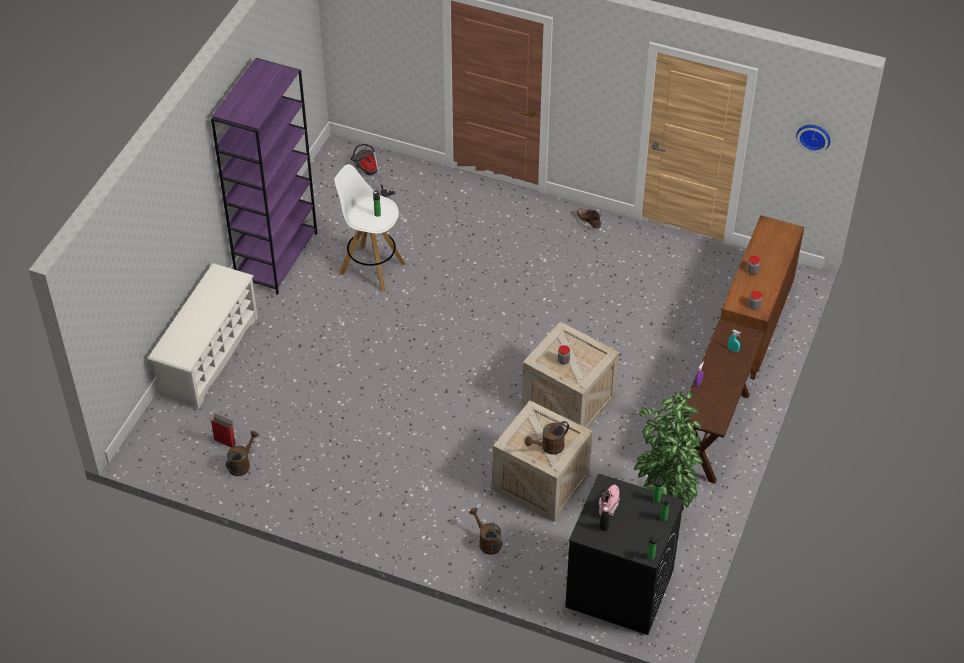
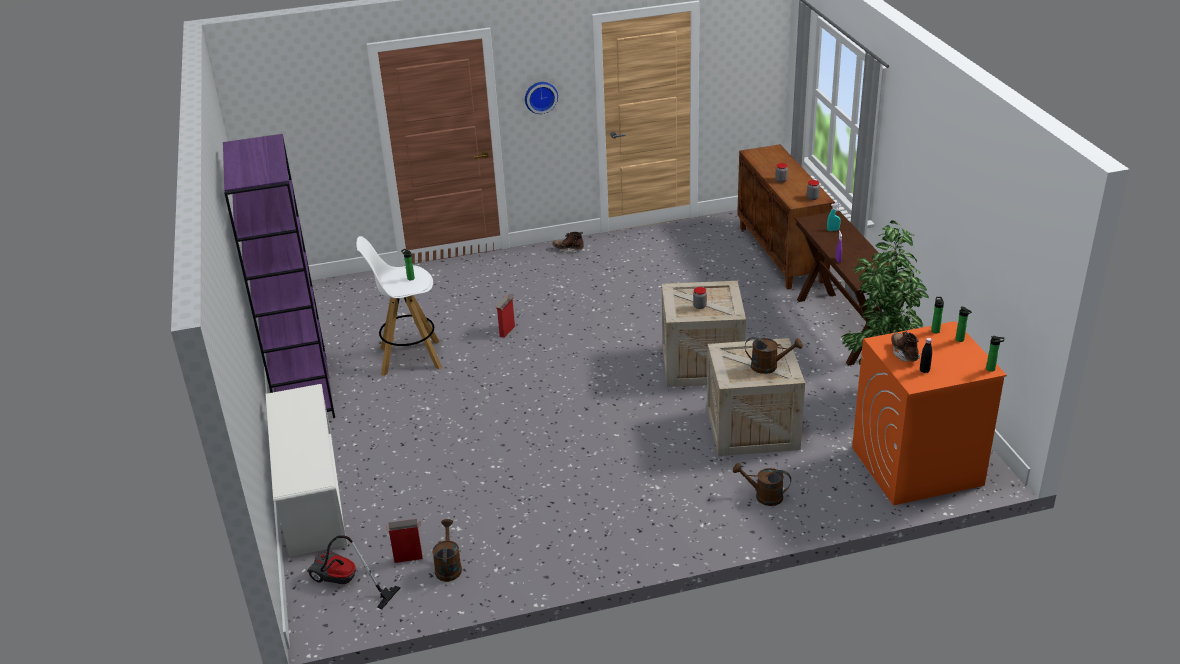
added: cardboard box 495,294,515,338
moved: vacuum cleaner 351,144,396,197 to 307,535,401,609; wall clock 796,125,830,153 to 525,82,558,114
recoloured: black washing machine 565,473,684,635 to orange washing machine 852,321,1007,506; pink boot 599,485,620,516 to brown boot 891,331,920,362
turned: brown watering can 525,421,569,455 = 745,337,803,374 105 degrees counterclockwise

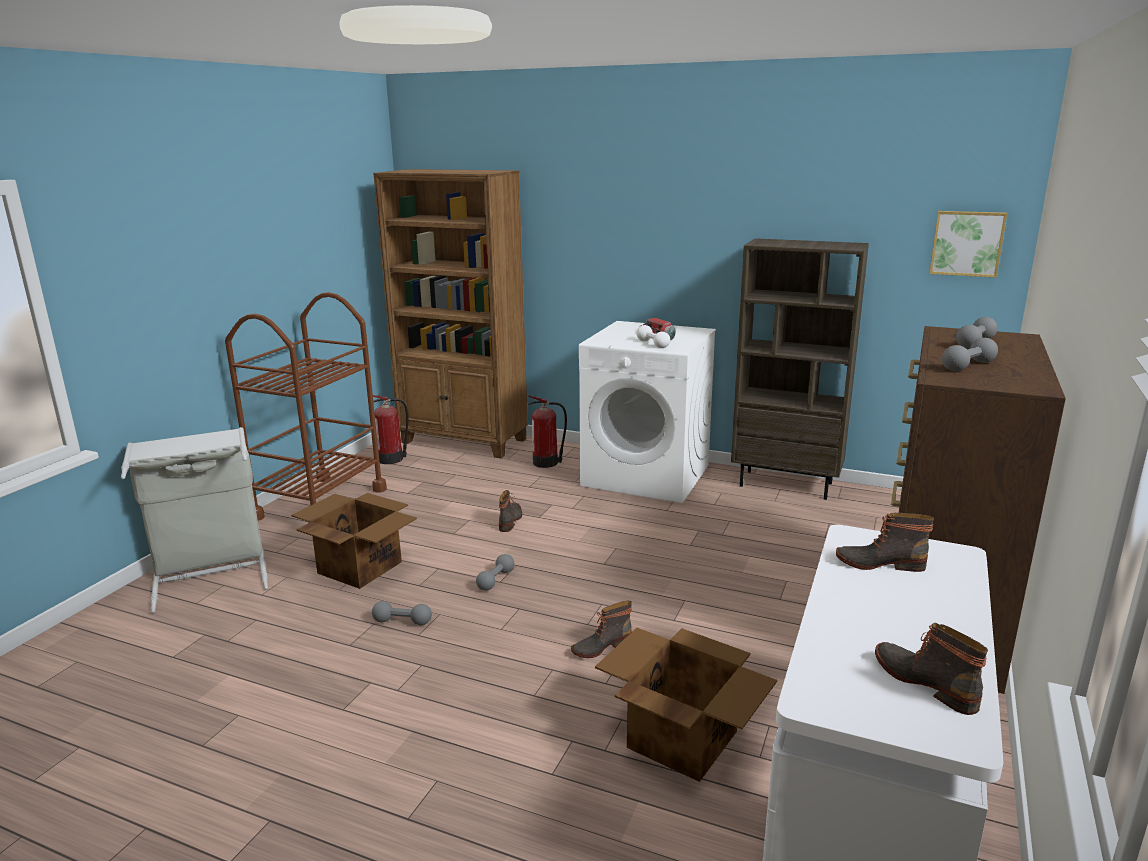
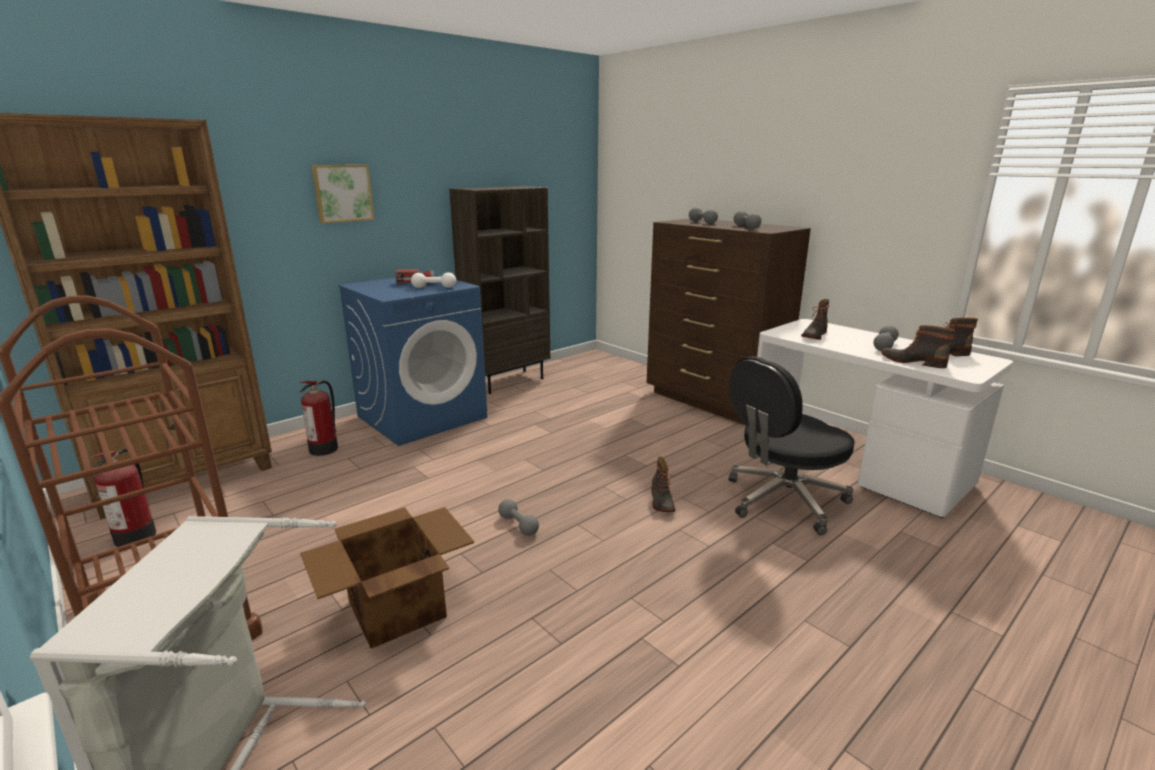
moved: picture 929,211,1007,278 to 312,165,374,223; grey dumbbell 372,601,432,625 to 873,326,899,351; boot 499,490,522,532 to 881,325,955,368
replaced: cardboard box 595,628,777,782 to black office chair 729,356,854,535
recoloured: white washing machine 579,321,716,503 to blue washing machine 338,274,488,446

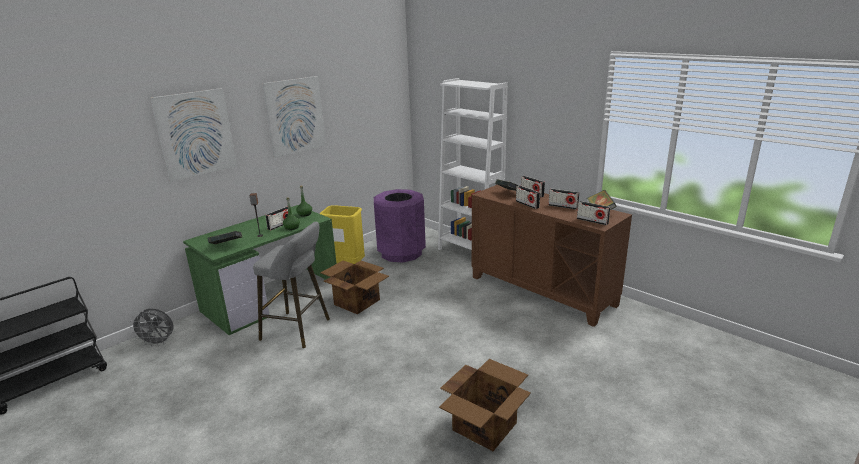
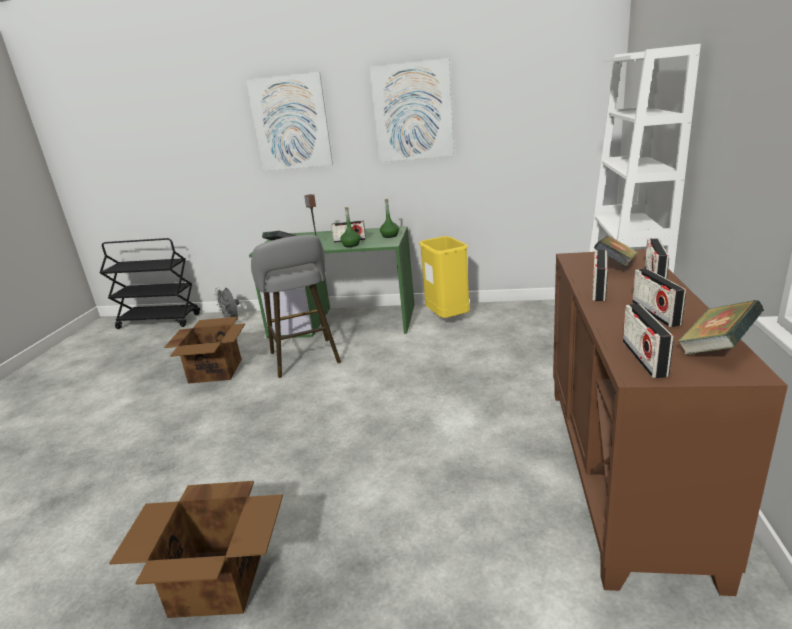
removed: purple trash can 374,189,426,263
moved: cardboard box 320,261,389,314 to 164,317,245,384

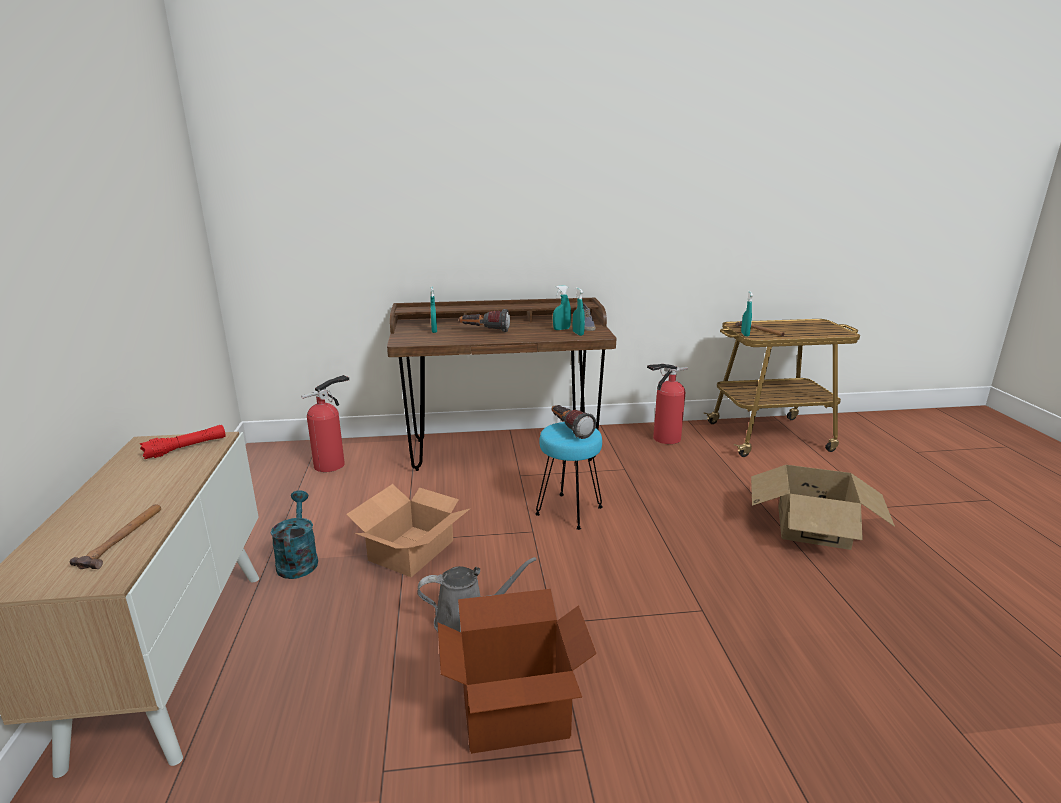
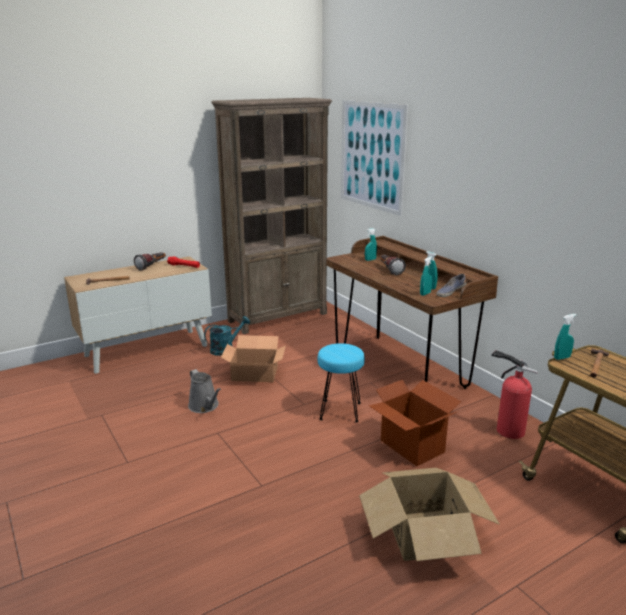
removed: fire extinguisher 301,375,349,472
added: brown bookcase 211,98,332,334; picture 341,100,408,216
moved: flashlight 552,405,596,439 to 134,252,166,271; cardboard box 438,589,596,754 to 369,380,461,466

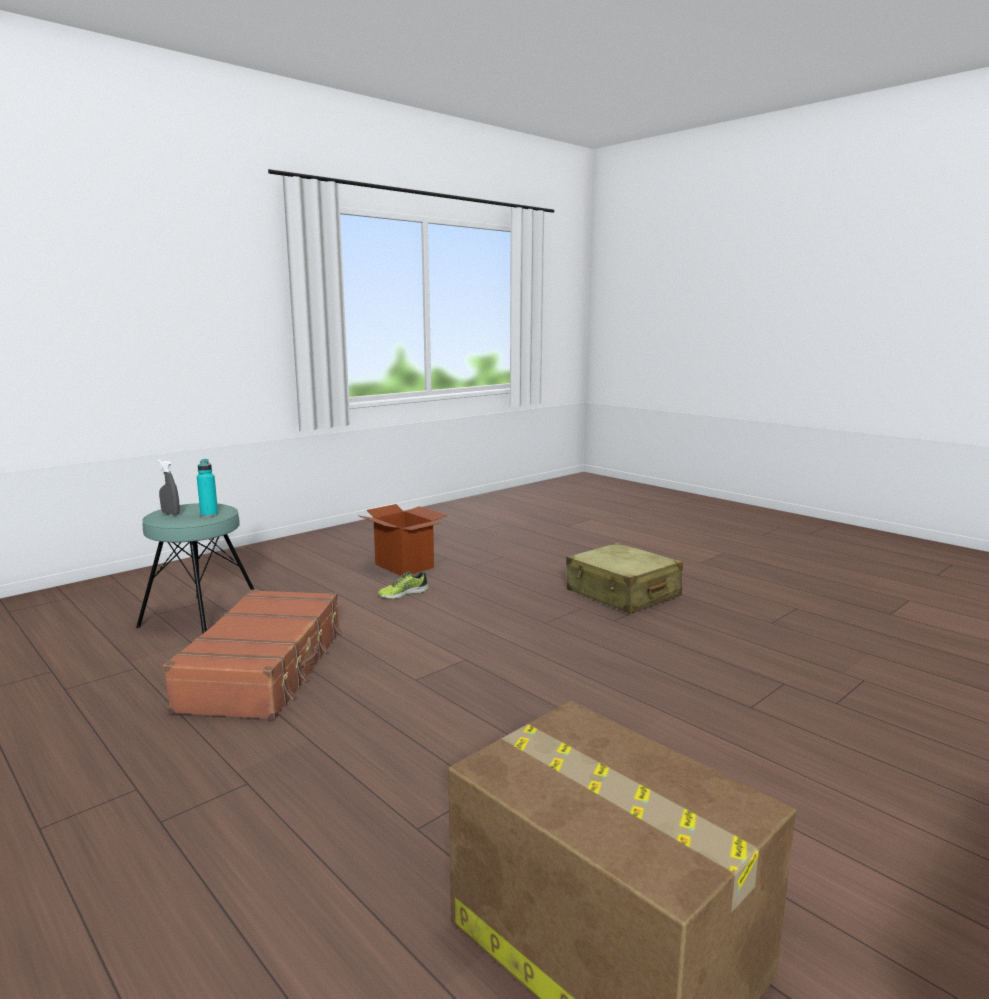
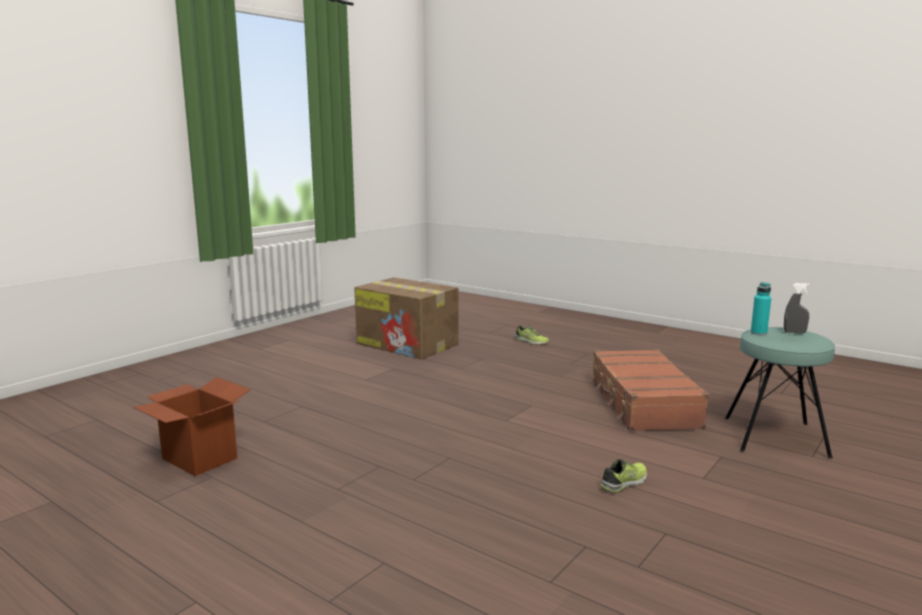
removed: beige suitcase 566,543,683,614
added: shoe 515,325,549,345
moved: cardboard box 359,504,448,576 to 133,377,251,476

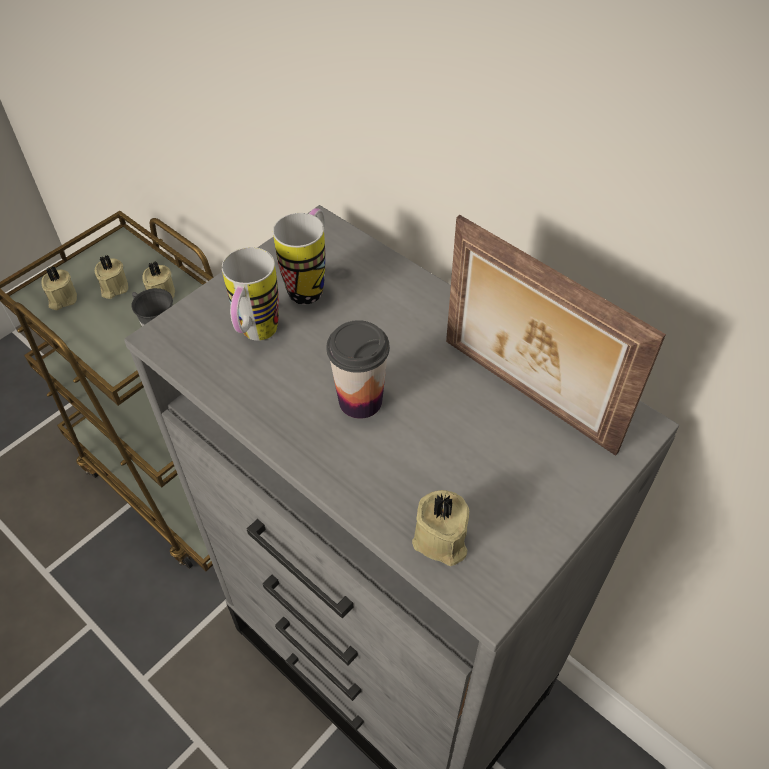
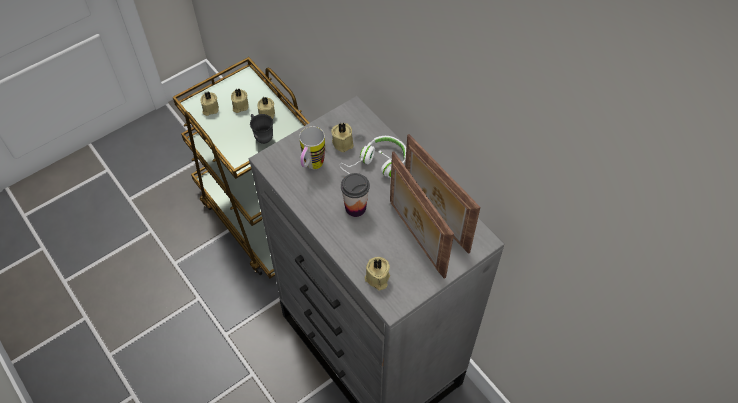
added: white headphones 340,136,406,178; picture frame 390,151,454,279
replaced: mug 273,208,326,305 to beige candle 331,122,354,152

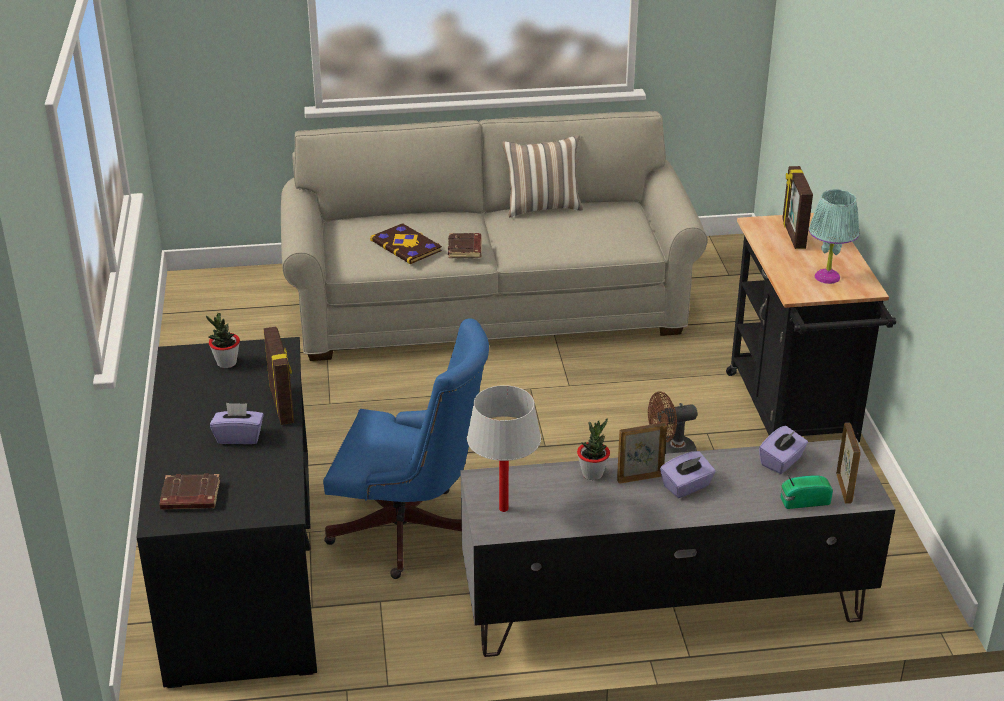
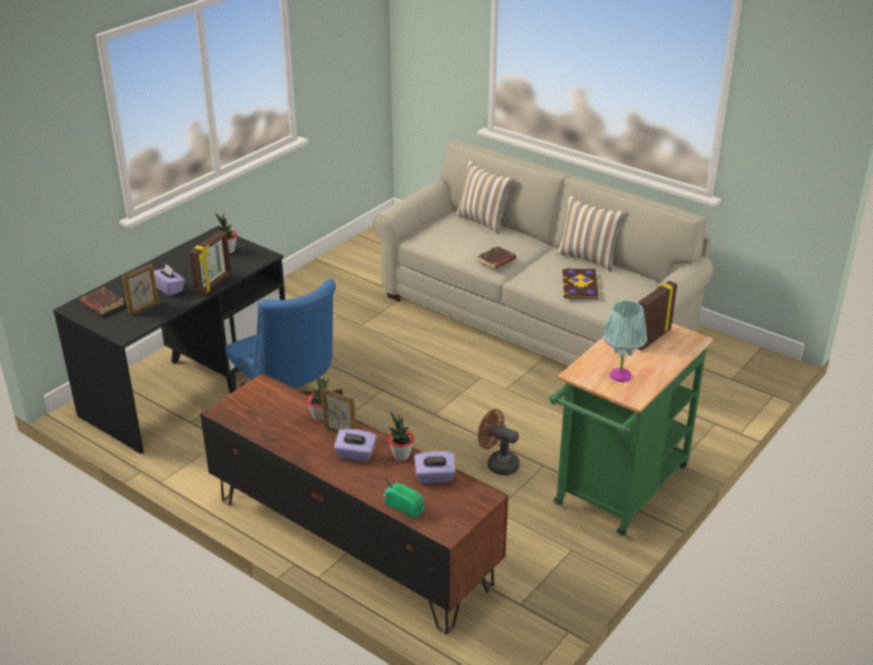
removed: white table lamp 467,385,541,512
added: potted plant 388,411,414,461; pillow 456,160,515,235
moved: picture frame 836,423,861,504 to 122,264,159,315; book 370,223,442,264 to 562,268,601,299
recoloured: grey tv stand 460,438,896,657 to brown tv stand 200,373,508,634; black cart 726,213,896,443 to green cart 549,323,713,536

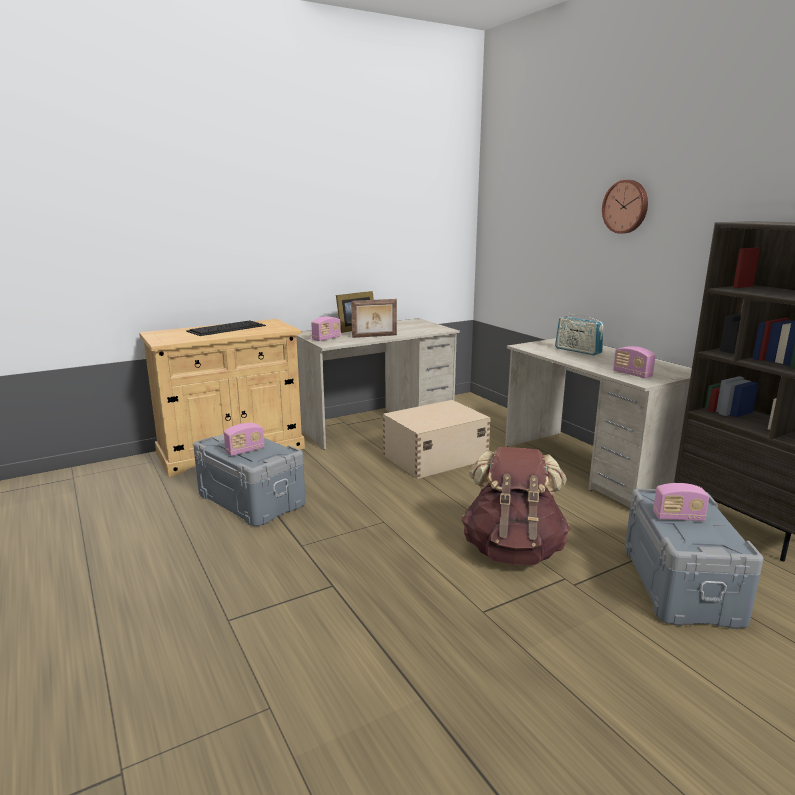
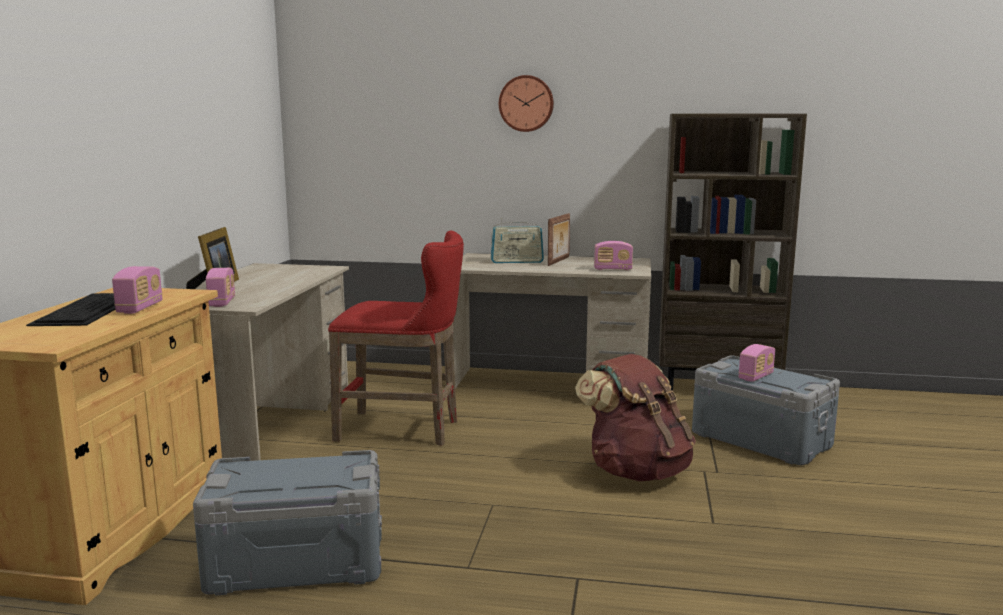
moved: radio 224,423,264,456 to 112,266,163,314; picture frame 351,299,397,338 to 548,213,570,266
replaced: beige storage box 383,400,491,479 to red stool 328,230,464,446

